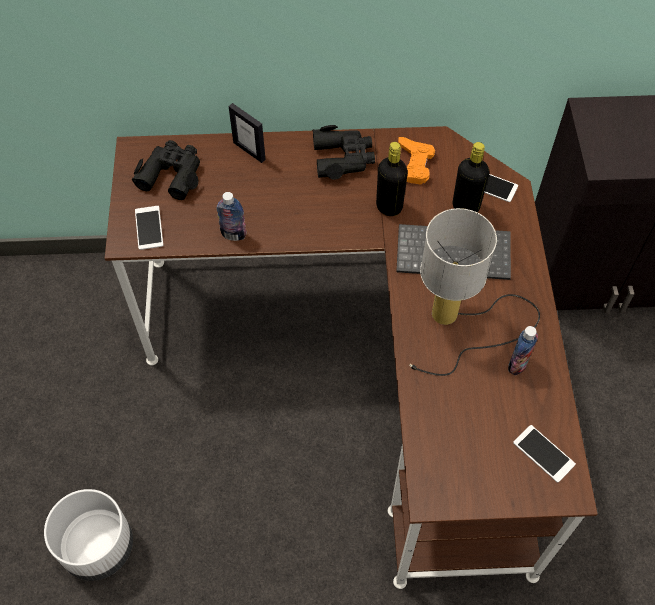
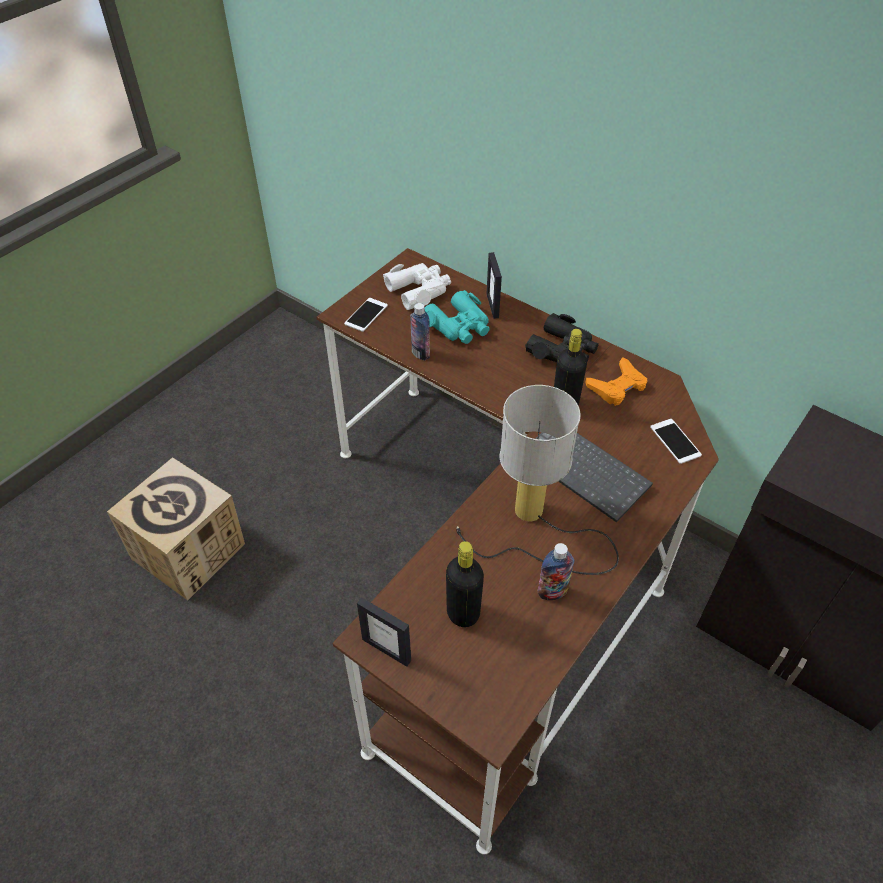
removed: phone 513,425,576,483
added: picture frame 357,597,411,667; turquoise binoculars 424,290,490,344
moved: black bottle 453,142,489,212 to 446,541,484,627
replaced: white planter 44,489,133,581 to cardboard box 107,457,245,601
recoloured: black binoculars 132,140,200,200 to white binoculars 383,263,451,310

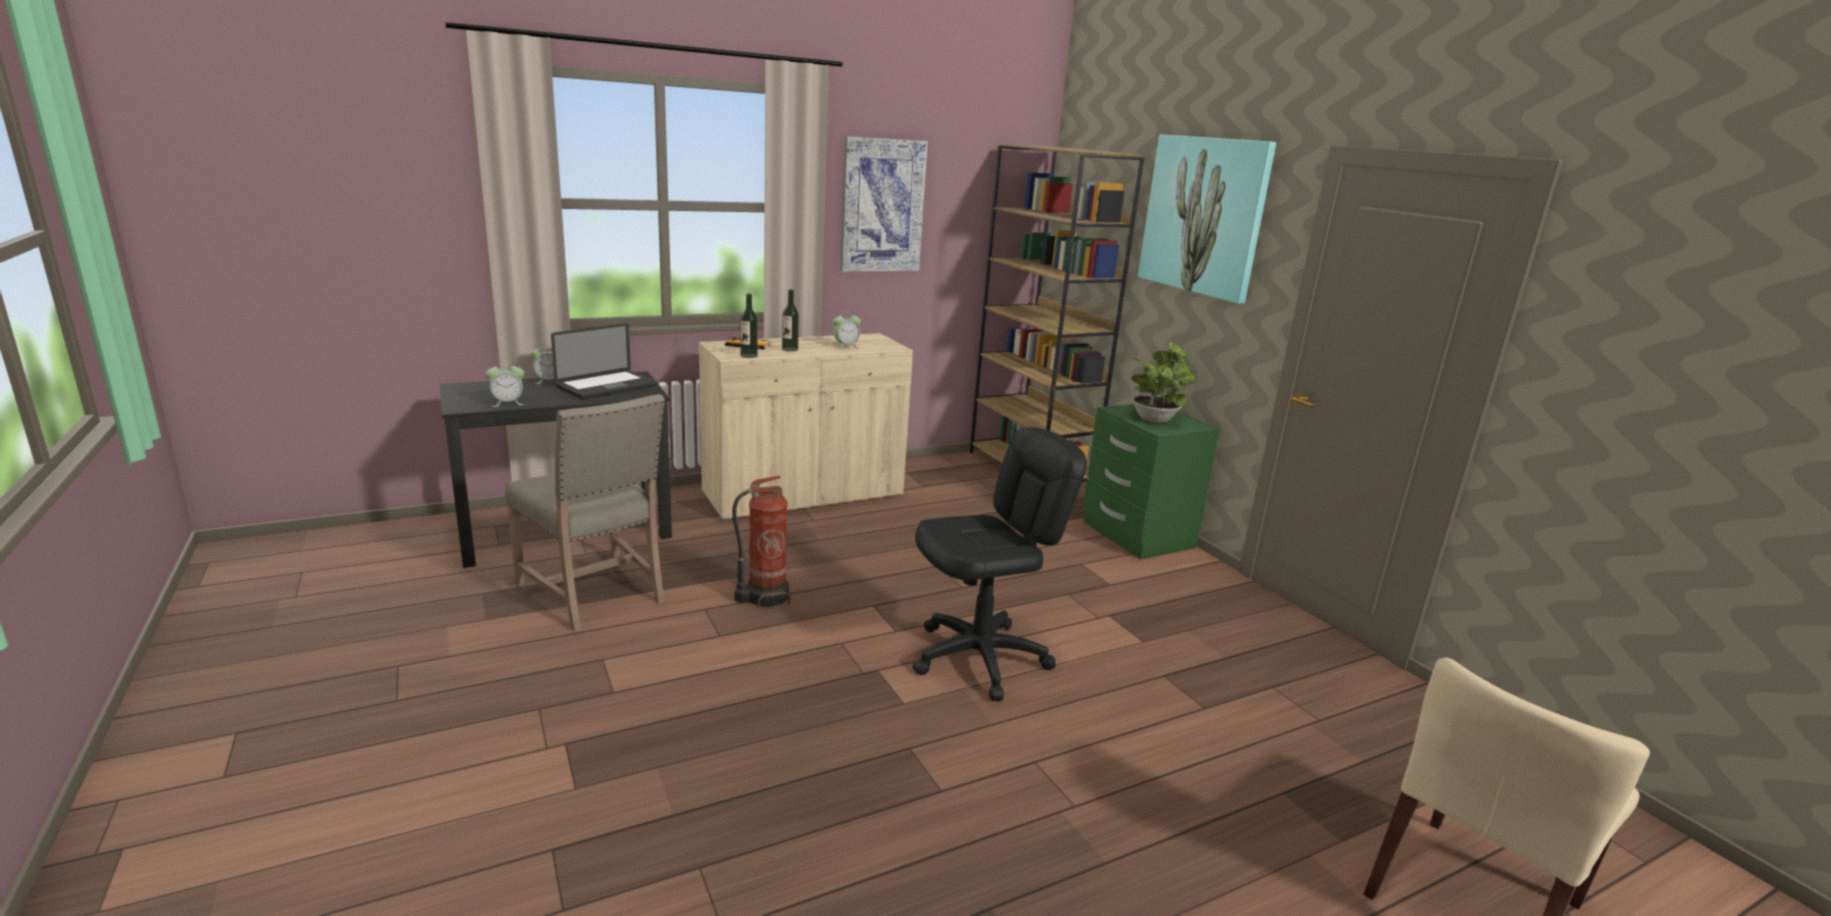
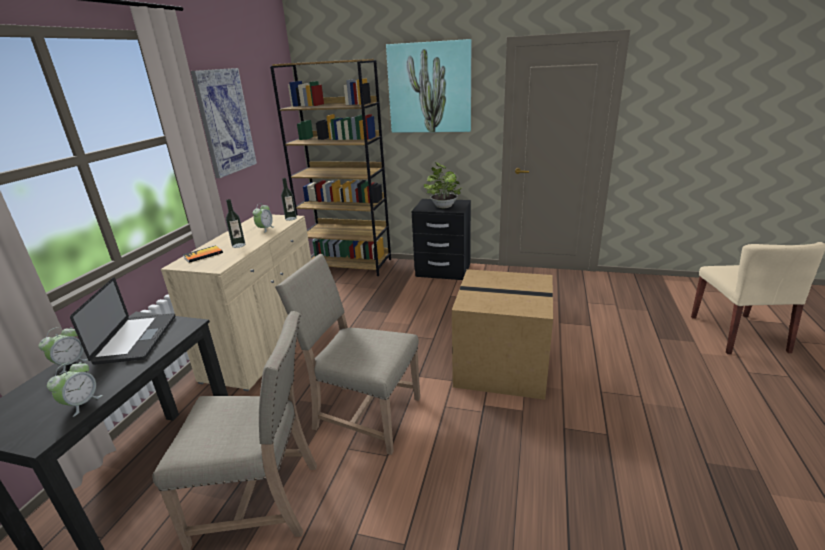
moved: bottle 740,293,758,358 to 281,178,297,221
replaced: fire extinguisher 732,476,790,608 to beige chair 275,254,420,455; black office chair 913,427,1087,701 to cardboard box 452,269,553,400
recoloured: green nightstand 1083,404,1219,559 to black nightstand 412,199,471,280

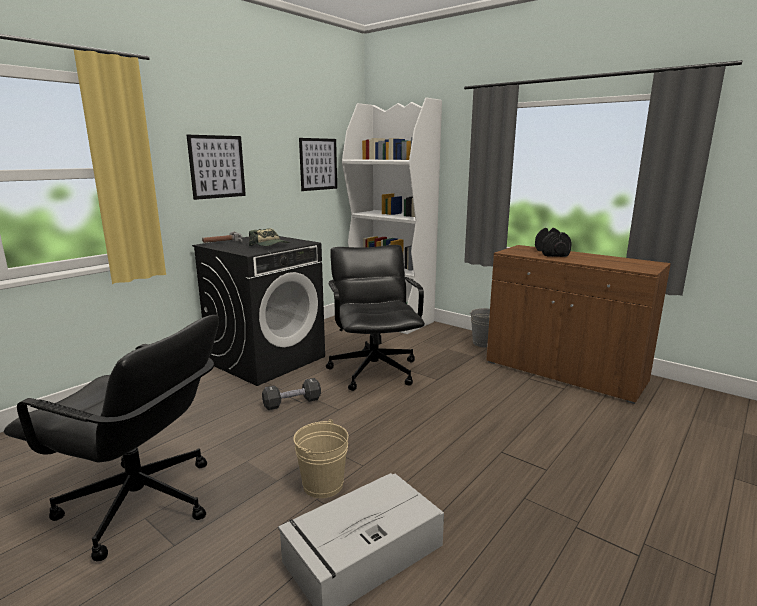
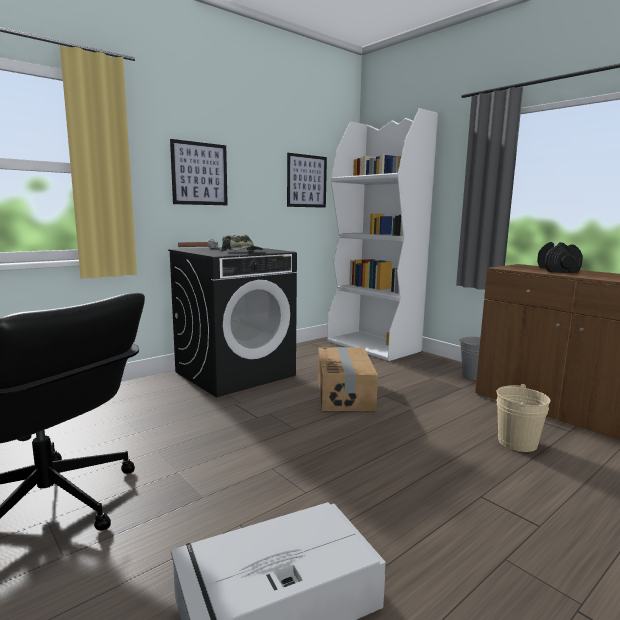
removed: black dumbbell 262,378,321,410
moved: beige bucket 293,419,348,498 to 496,384,551,452
replaced: black office chair 326,245,425,391 to cardboard box 318,347,378,411

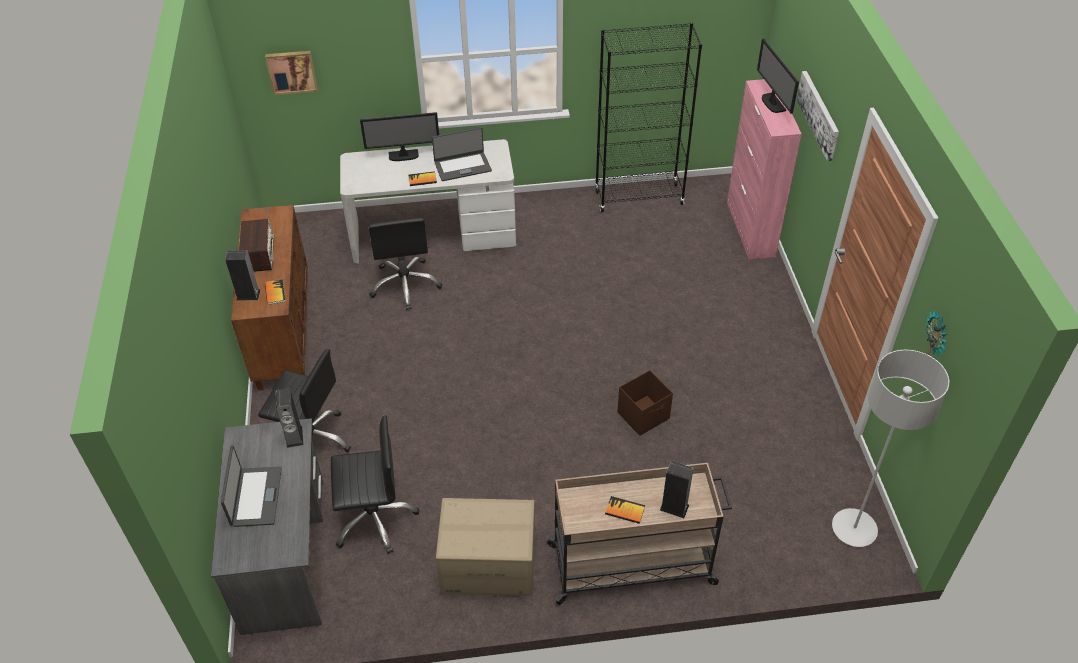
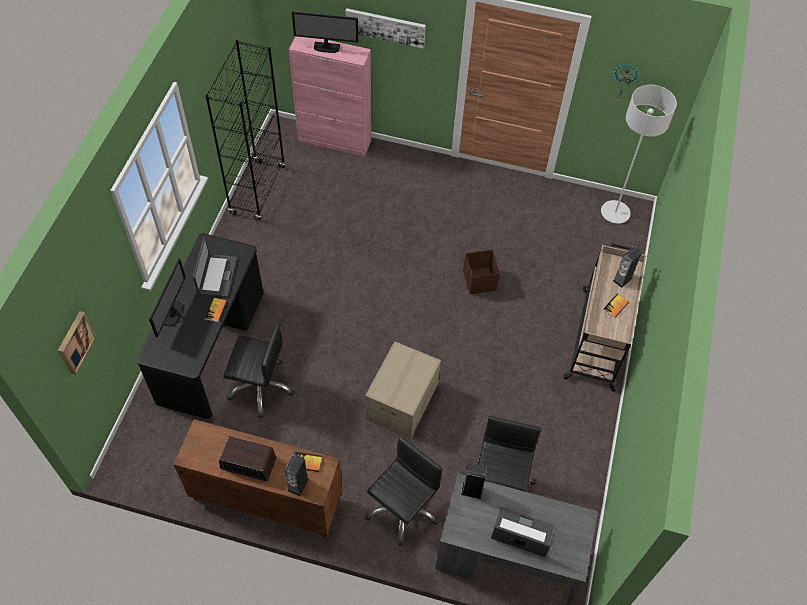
moved: cardboard box 436,498,535,596 to 365,342,441,438
recoloured: white desk 340,139,516,263 to black desk 137,233,263,419

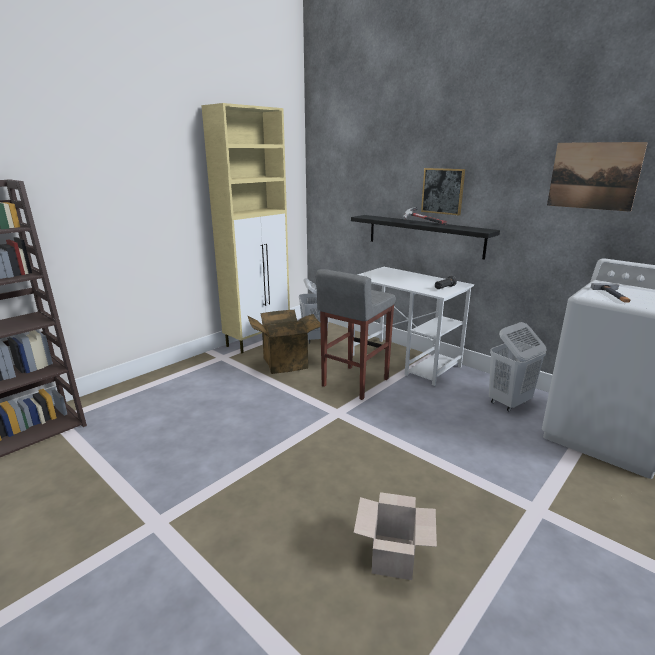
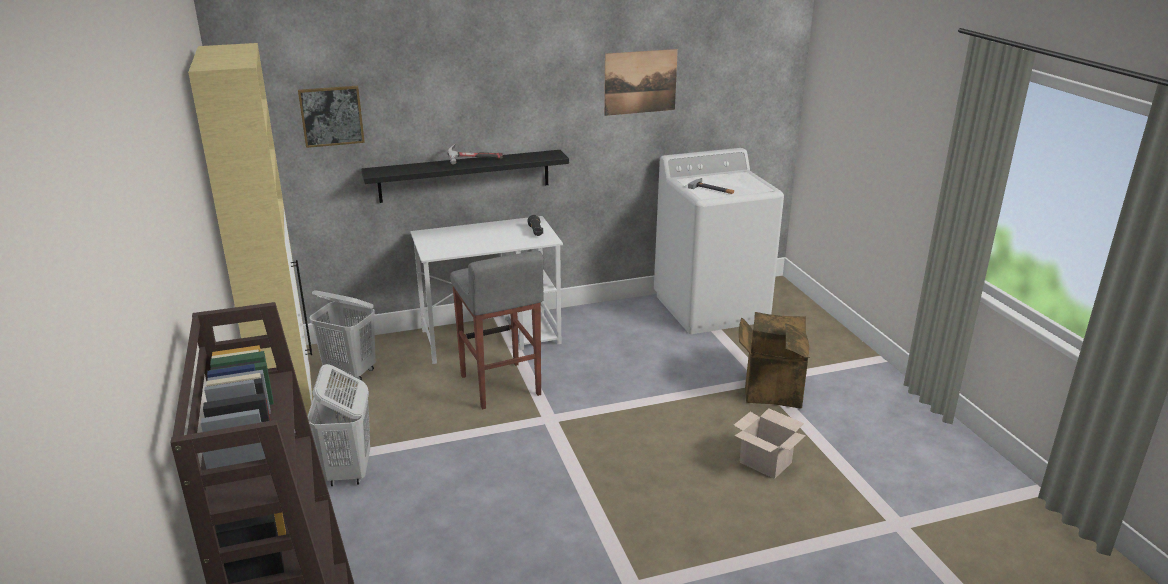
moved: picture 421,168,465,215 to 298,86,365,148; white laundry basket 489,322,546,412 to 308,364,370,486; cardboard box 248,310,320,374 to 739,312,810,409

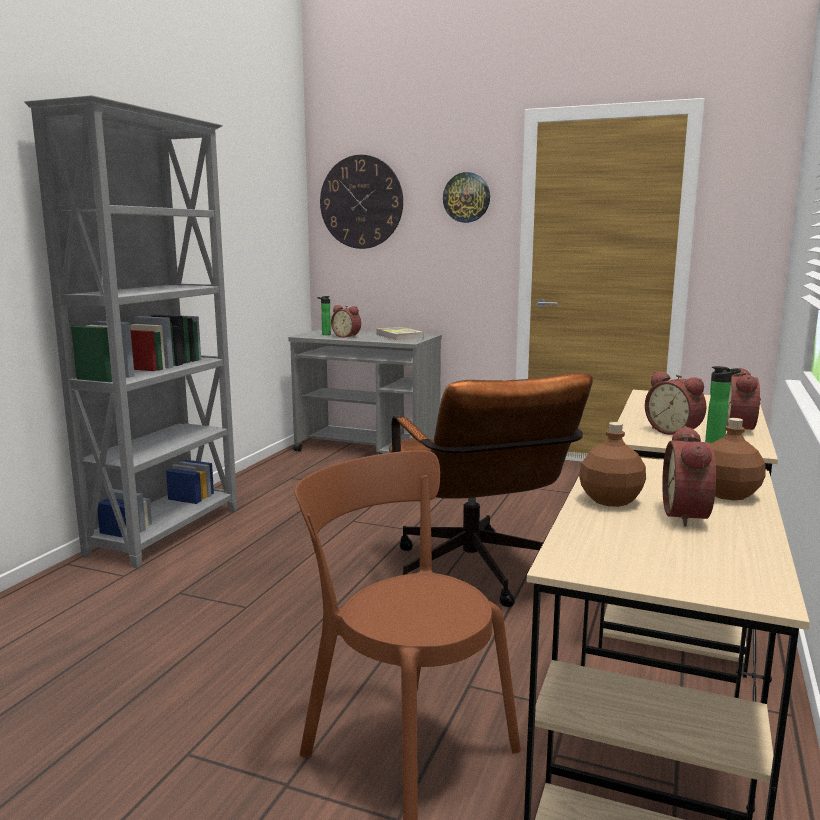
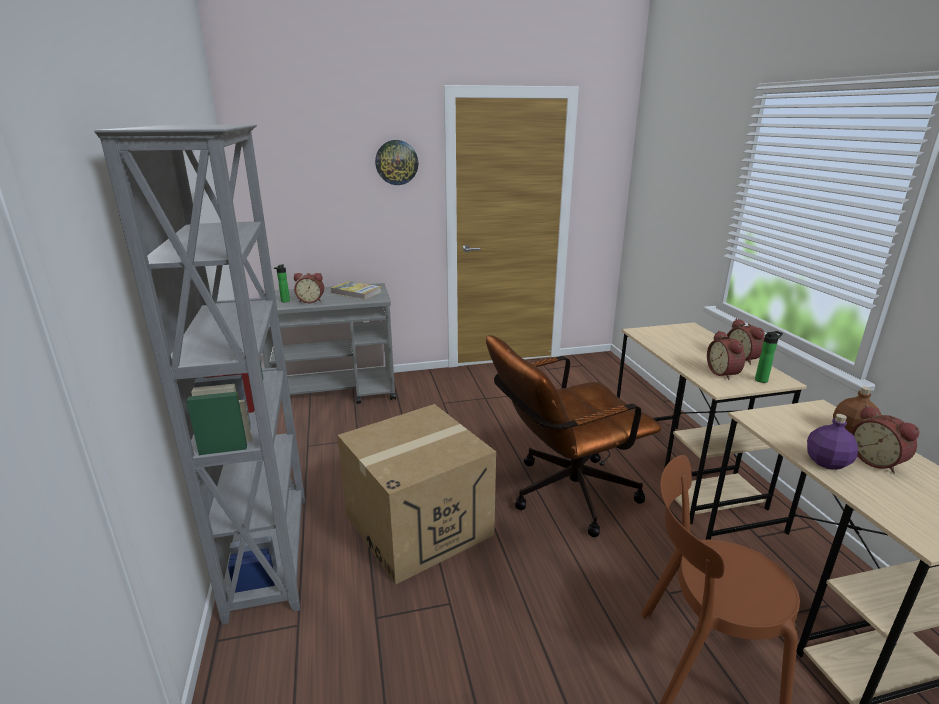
removed: wall clock 320,155,403,249
added: cardboard box 338,404,496,585
recoloured: brown bottle 579,422,646,507 to purple bottle 807,414,858,470
turned: brown office chair 389,373,593,607 = 486,335,661,537 120 degrees clockwise; alarm clock 645,371,706,435 = 707,331,745,380 60 degrees clockwise

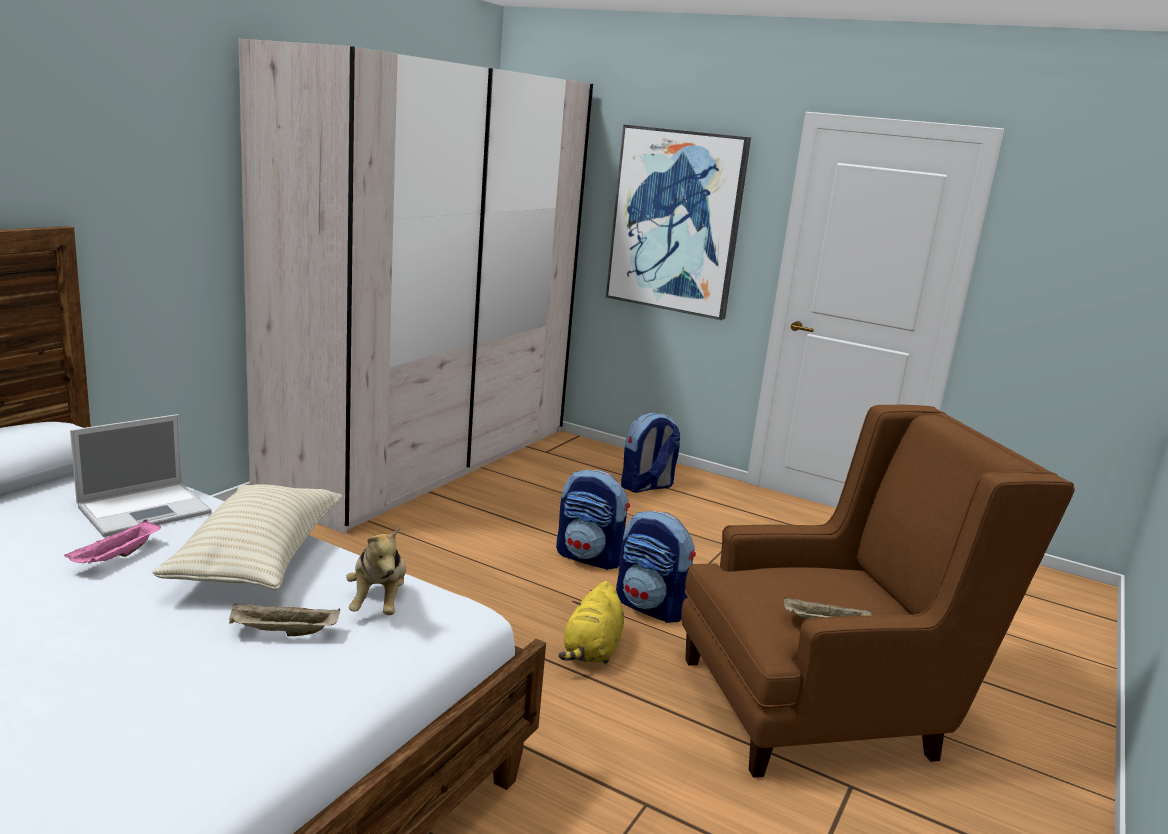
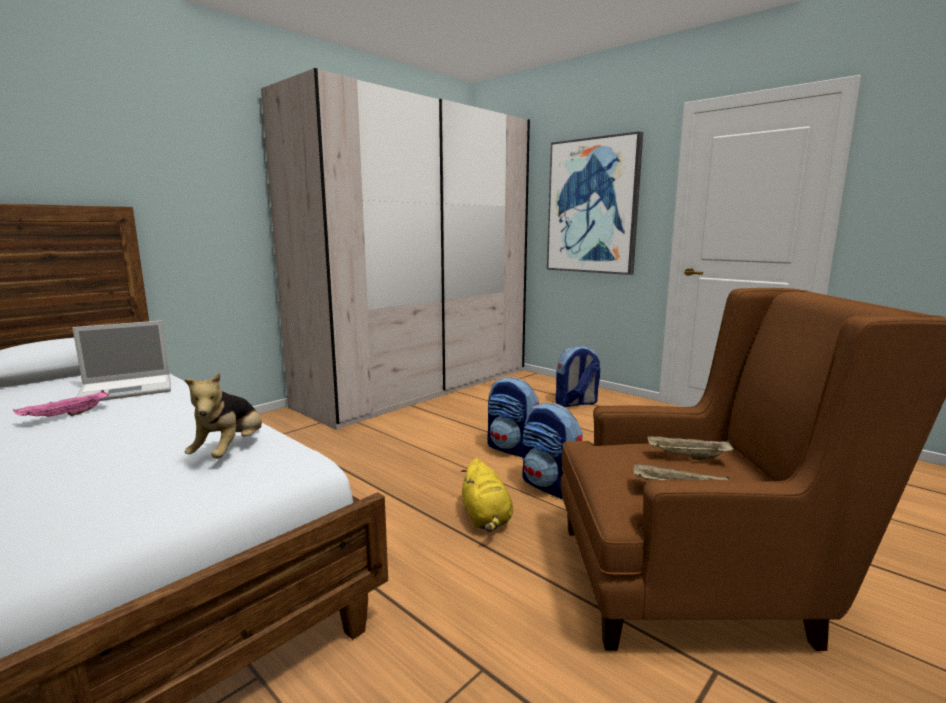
removed: beige pillow 152,484,342,591
moved: beige tray 229,603,340,636 to 647,435,734,460
turned: yellow plush toy 558,581,624,664 = 461,458,513,532 45 degrees counterclockwise

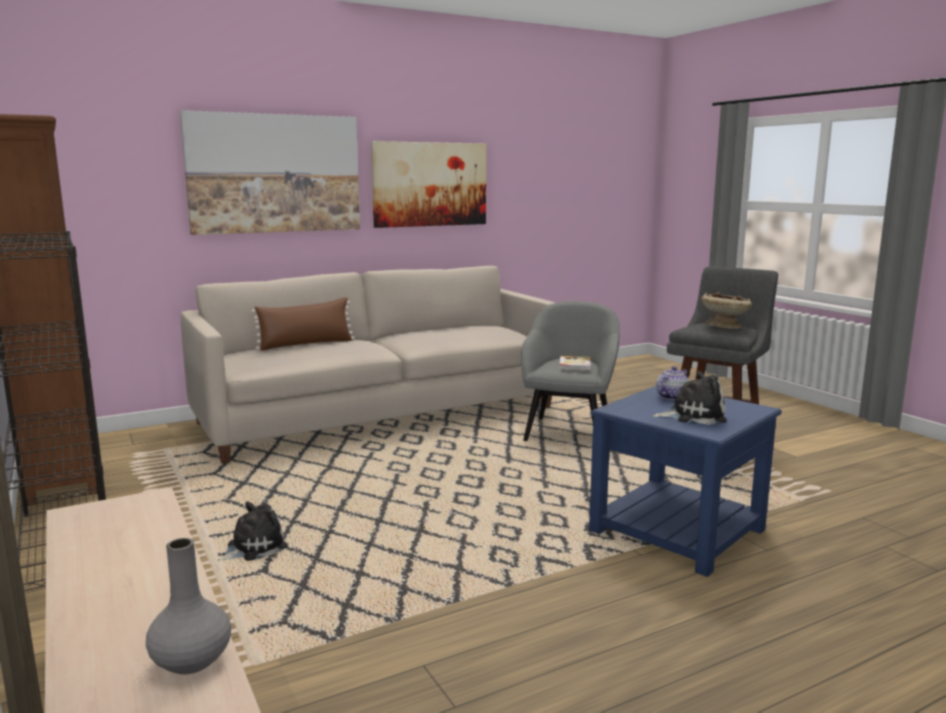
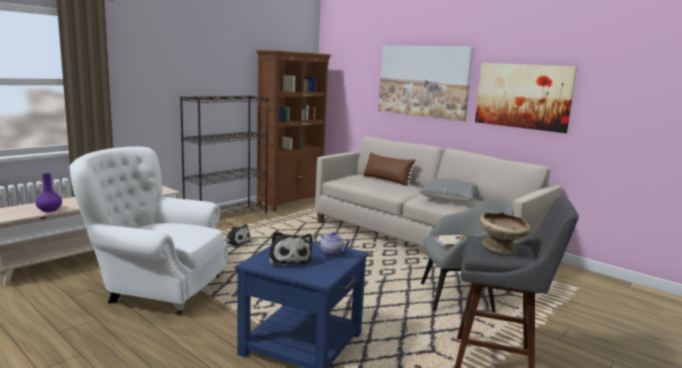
added: white armchair 70,147,228,315; grey pillow 419,178,478,202
recoloured: grey vase 146,538,231,674 to purple vase 35,173,62,212

